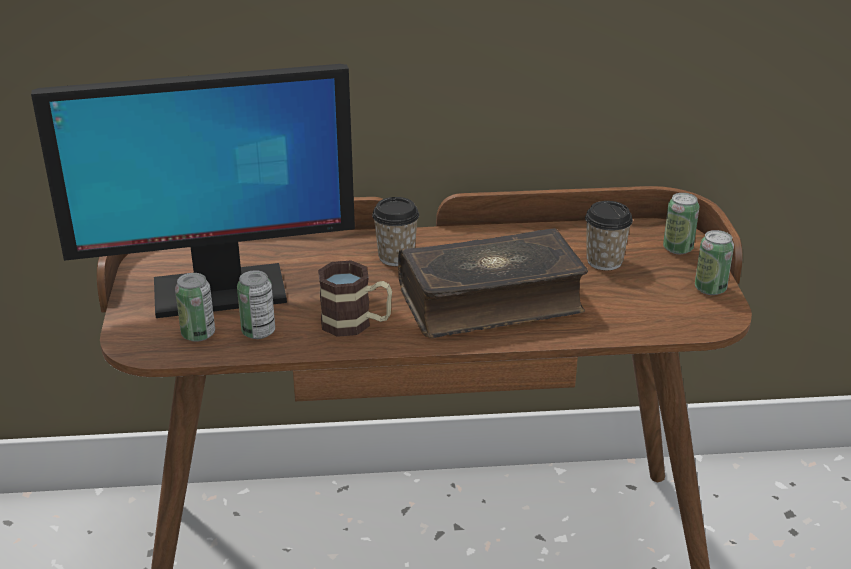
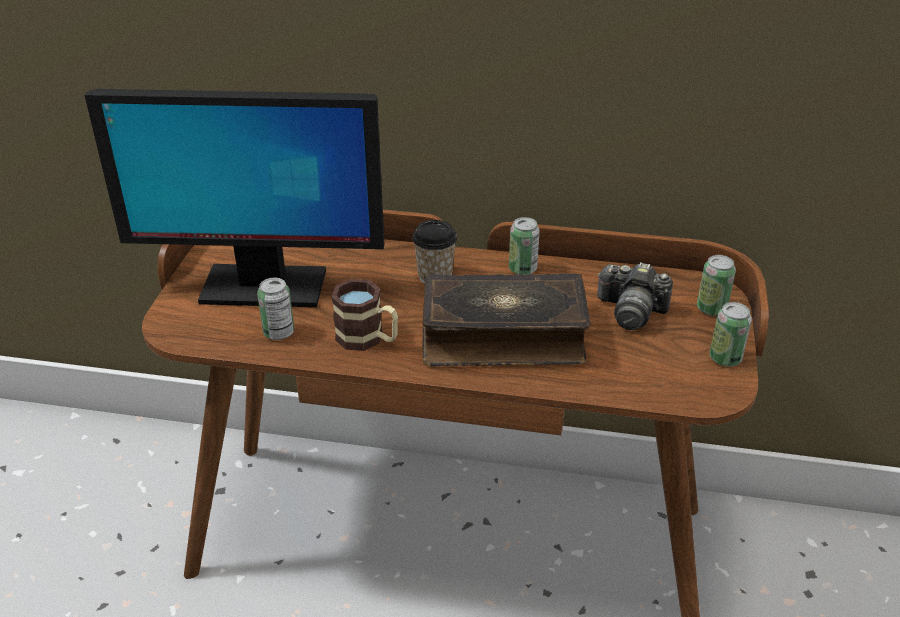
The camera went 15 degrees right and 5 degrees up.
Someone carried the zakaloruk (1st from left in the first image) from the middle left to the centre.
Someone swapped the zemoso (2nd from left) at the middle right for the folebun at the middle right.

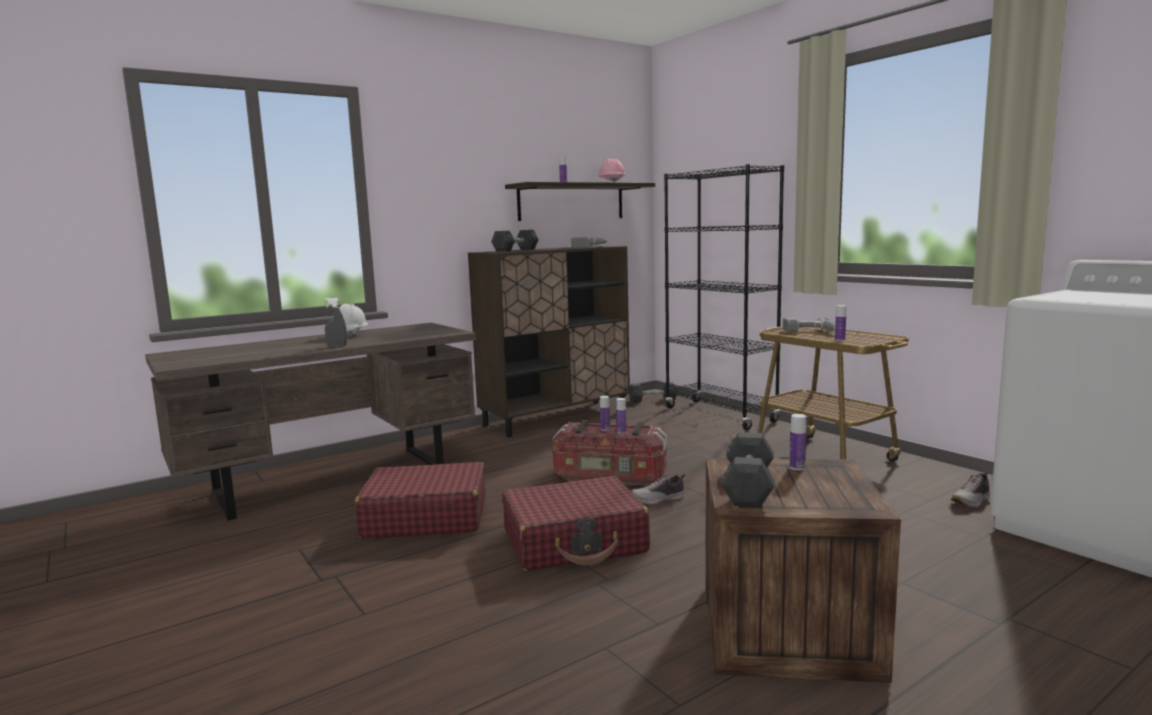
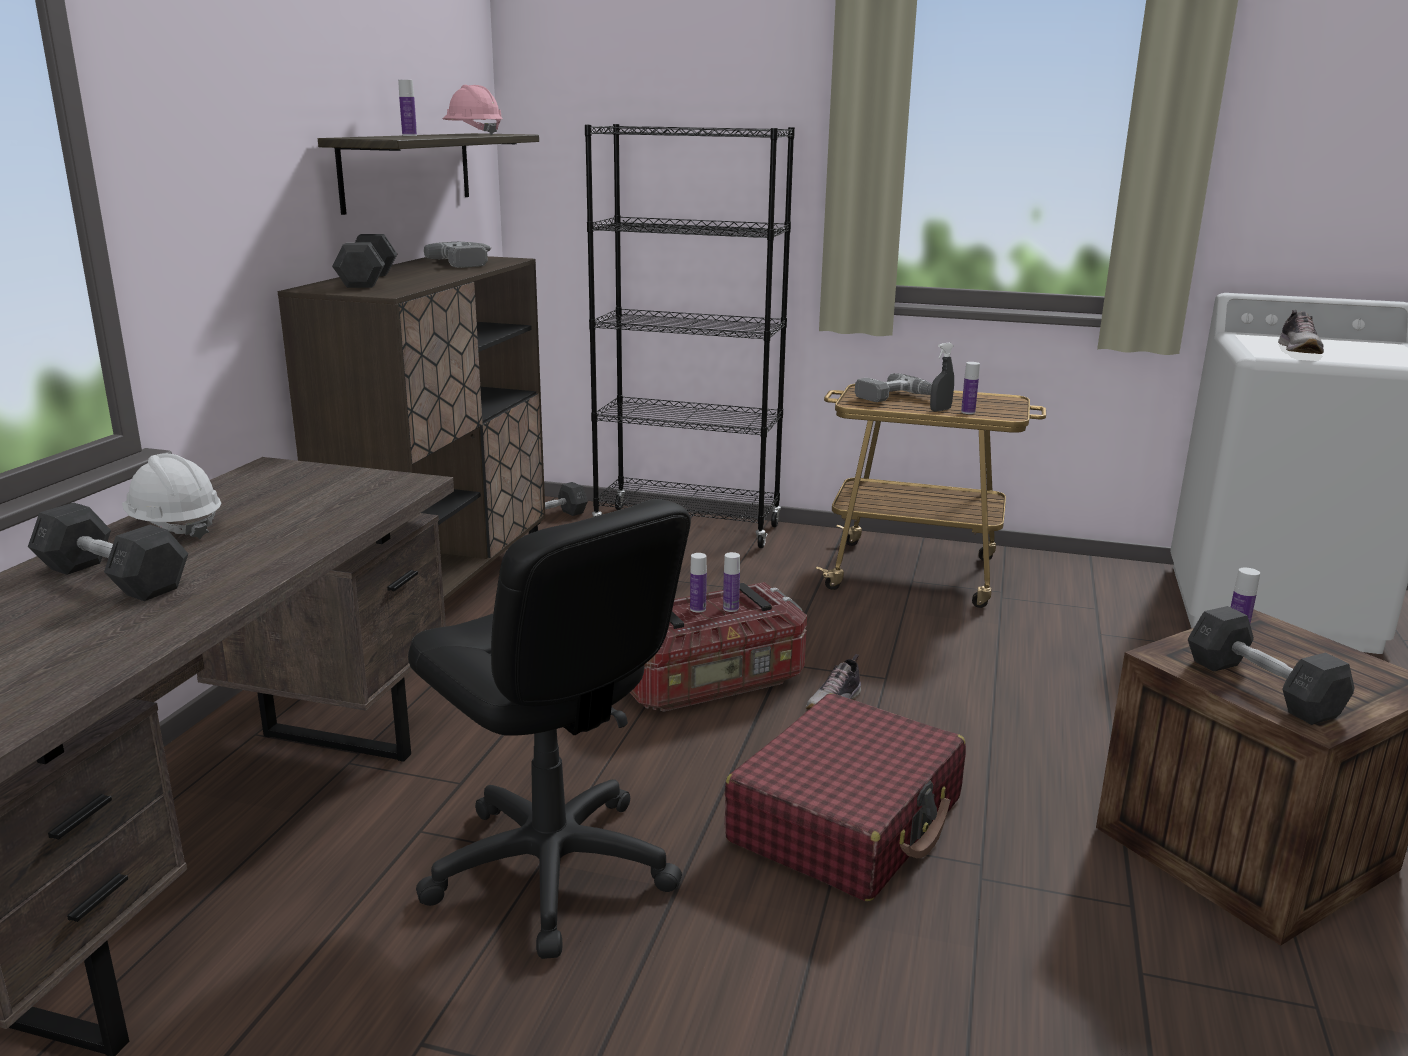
The camera went 40 degrees left and 10 degrees up.
Someone put down the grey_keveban (1st from left) at the middle left.
Someone swapped the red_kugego (1st from left) at the bottom centre for the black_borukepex at the bottom centre.
Someone carried the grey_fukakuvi from the middle left to the middle right.
Someone carried the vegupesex (2nd from left) from the bottom right to the top right.

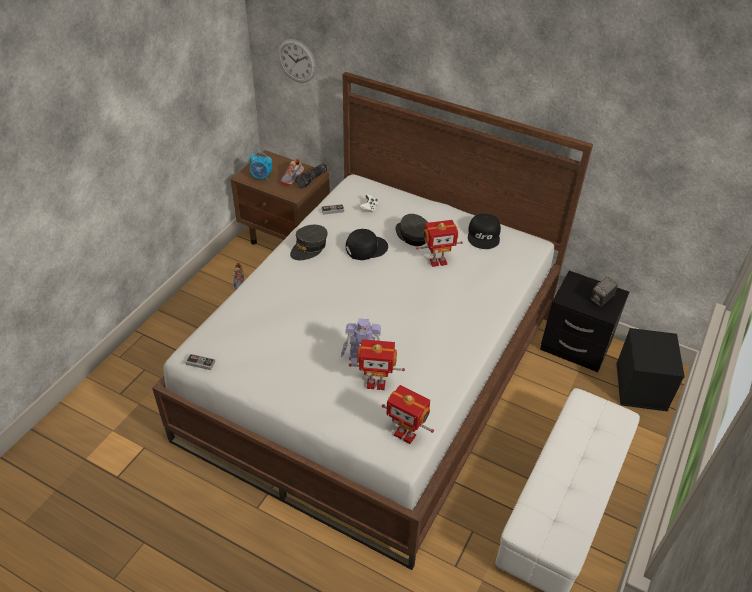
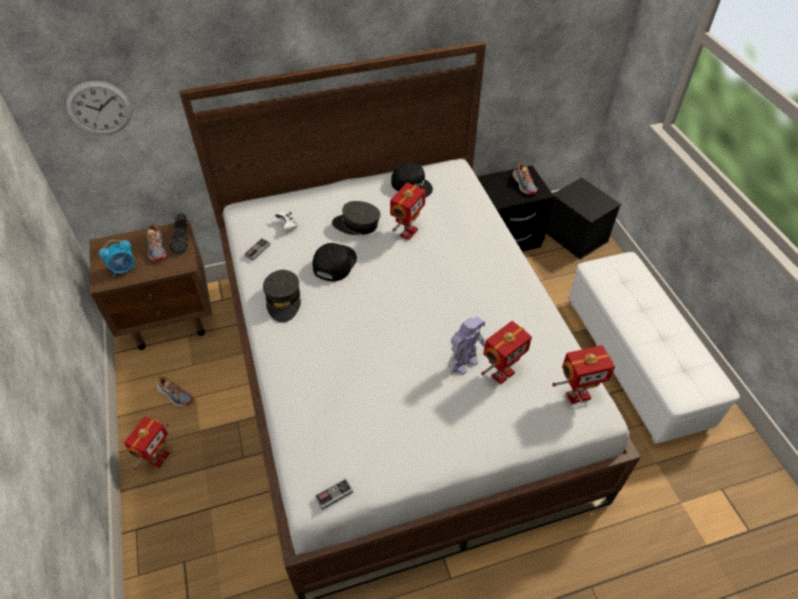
The camera went 45 degrees left and 5 degrees up.
Someone put down the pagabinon (1st from left) at the bottom left.
Someone swapped the folebun at the middle right for the vegupesex (3rd from left) at the top centre.

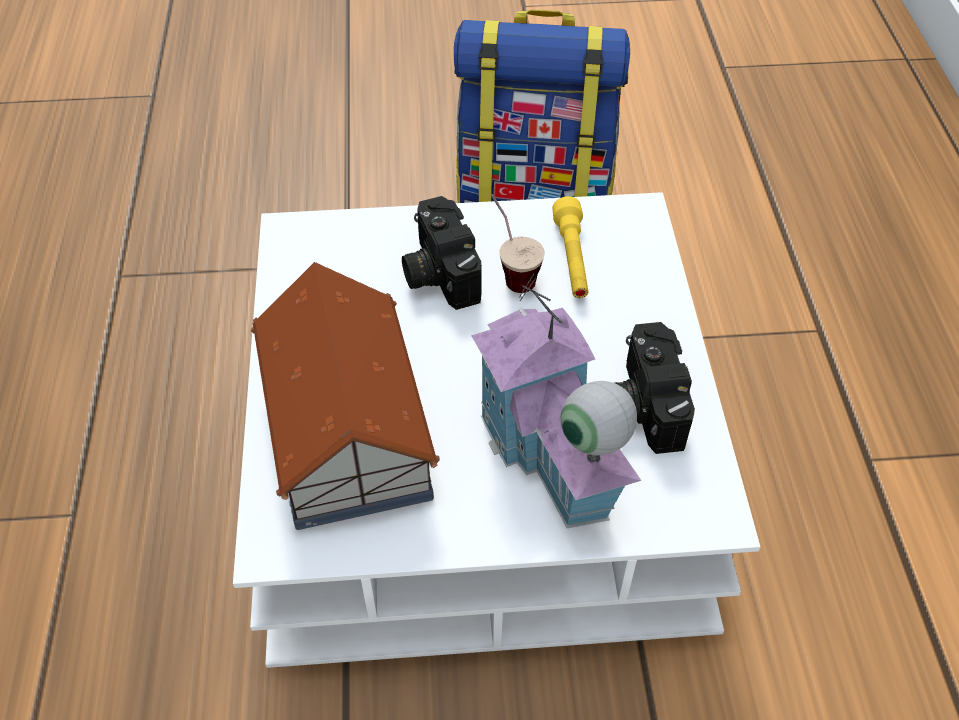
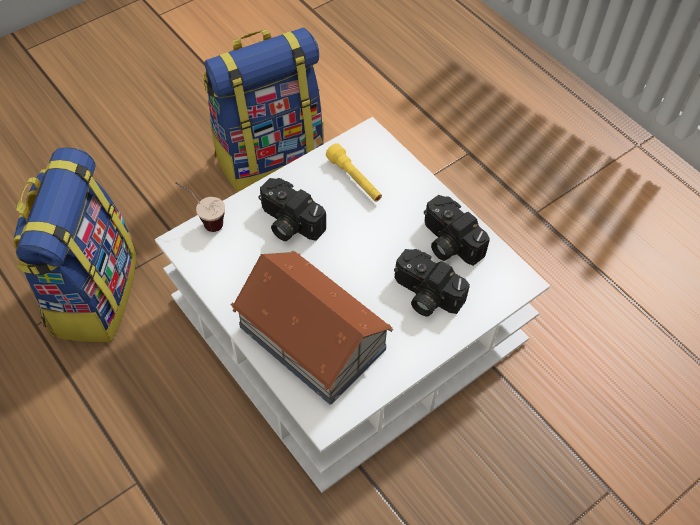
The camera went 35 degrees left and 5 degrees up.
Someone put down the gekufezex (1st from left) at the middle left.
Someone carried the zemoso from the centre to the middle left.
Someone swapped the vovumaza (2nd from left) at the centre for the folebun (2nd from left) at the centre.

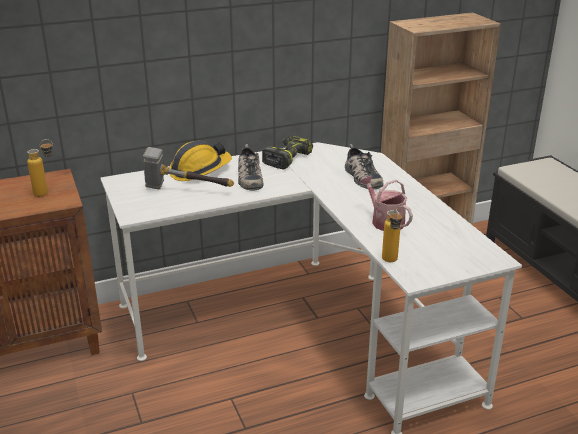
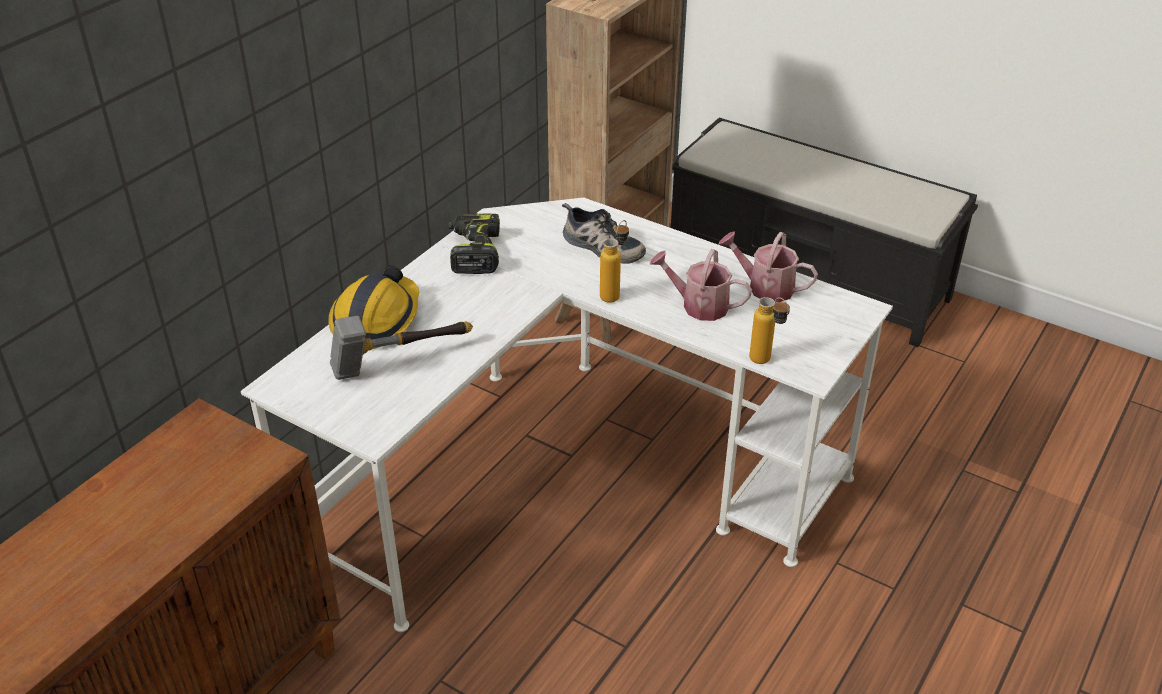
The camera went 35 degrees left and 10 degrees up.
Someone carried the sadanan (1st from left) from the middle left to the centre.
Someone put down the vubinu (2nd from left) at the centre.
Someone took away the vegupesex (1st from left) at the centre.

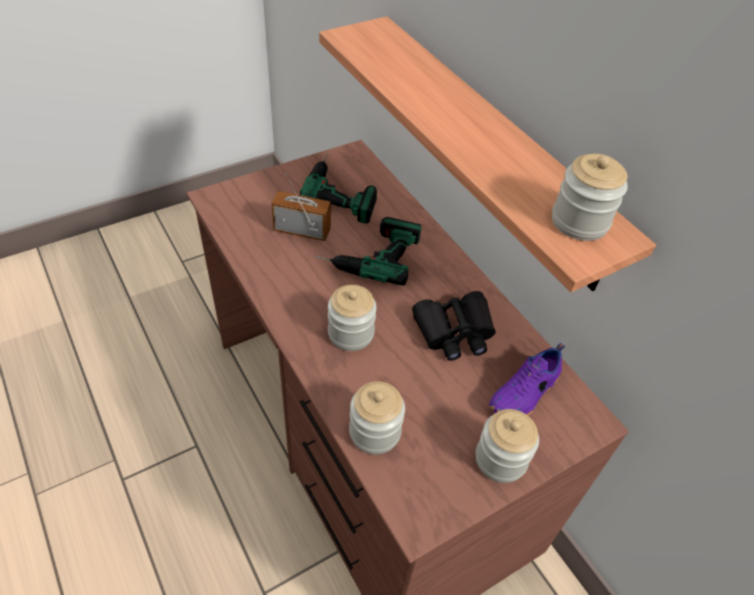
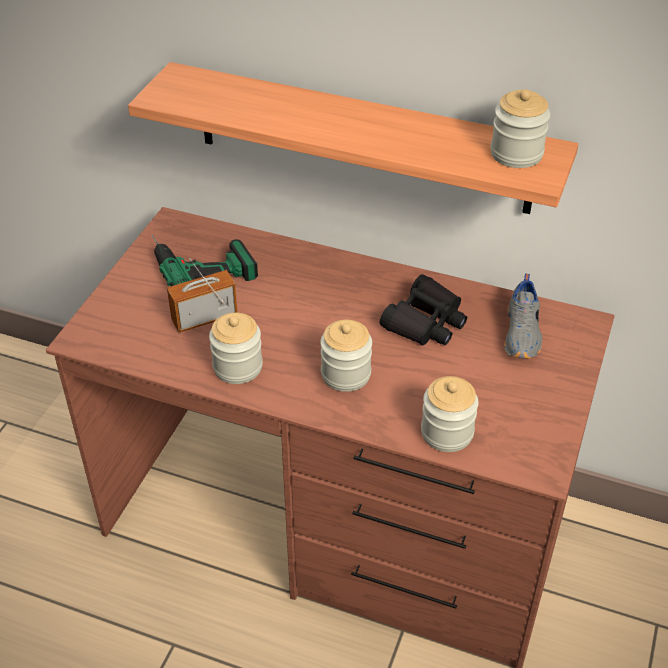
The camera went 35 degrees left and 5 degrees down.
Someone carried the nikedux (3rd from left in the first image) from the bottom right to the centre.
Someone repainted the purple_vegupesex at the middle right, which became the grey_vegupesex at the middle right.
Someone took away the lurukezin (2nd from left) at the centre.

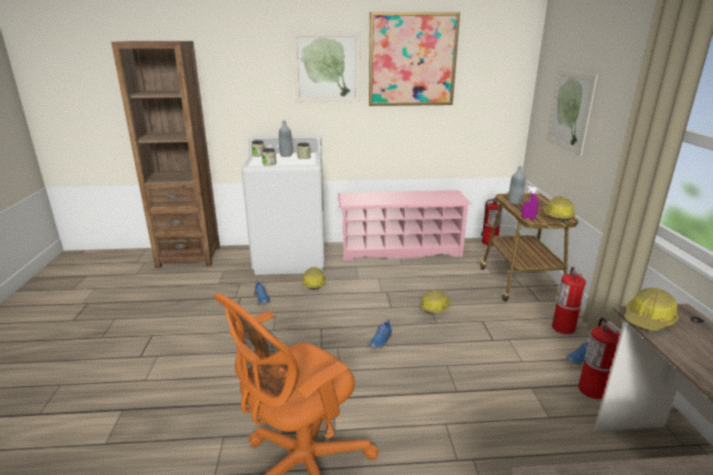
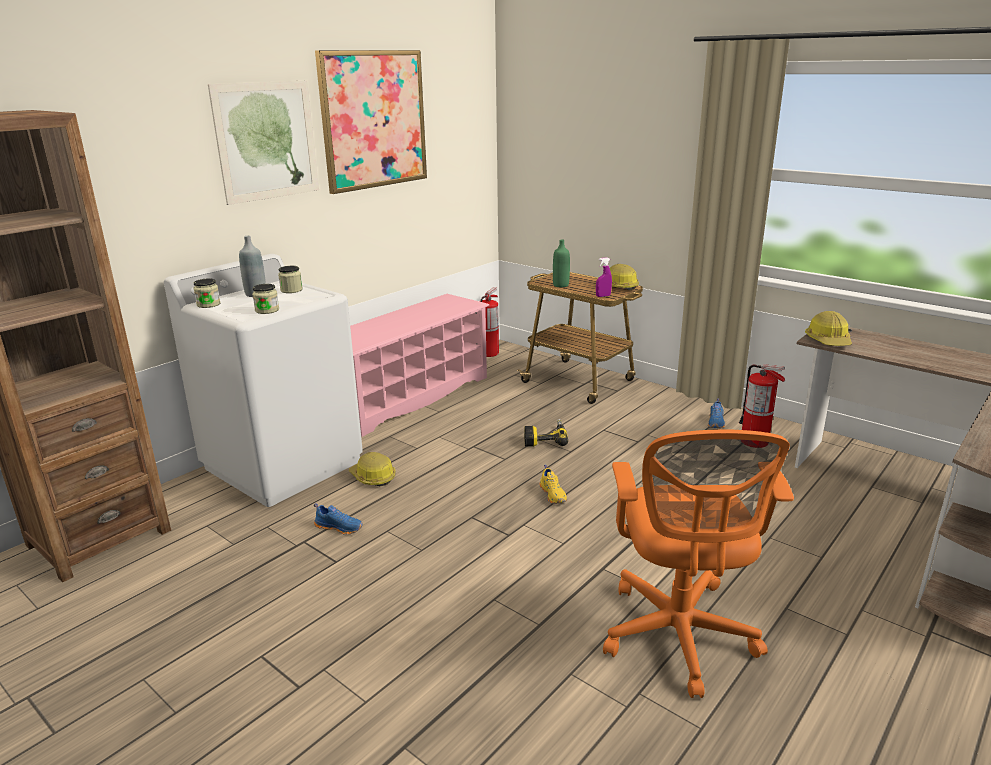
The camera went 45 degrees left and 0 degrees up.
Someone swapped the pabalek (2nd from left) at the centre for the lurukezin at the centre.
Someone repainted the blue_vegupesex (2nd from left) at the bottom centre, which became the yellow_vegupesex at the centre.
Someone repainted the grey_sadanan (2nd from left) at the middle right, which became the green_sadanan at the centre.
Someone took away the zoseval (3rd from left) at the top right.
Someone took away the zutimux (2nd from left) at the middle right.

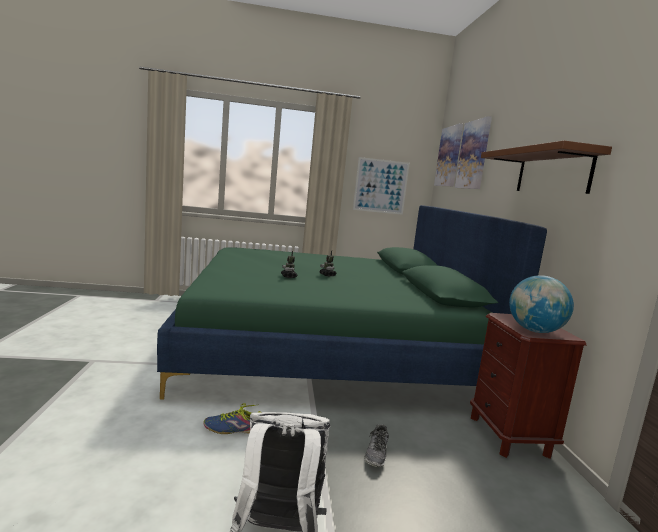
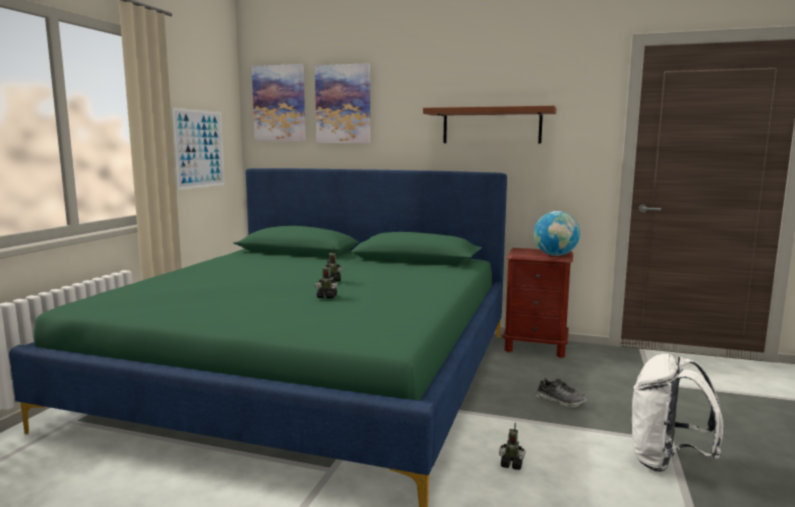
The camera went 65 degrees left and 0 degrees up.
Someone swapped the vegupesex (1st from left) at the bottom centre for the pagabinon (3rd from left) at the bottom centre.

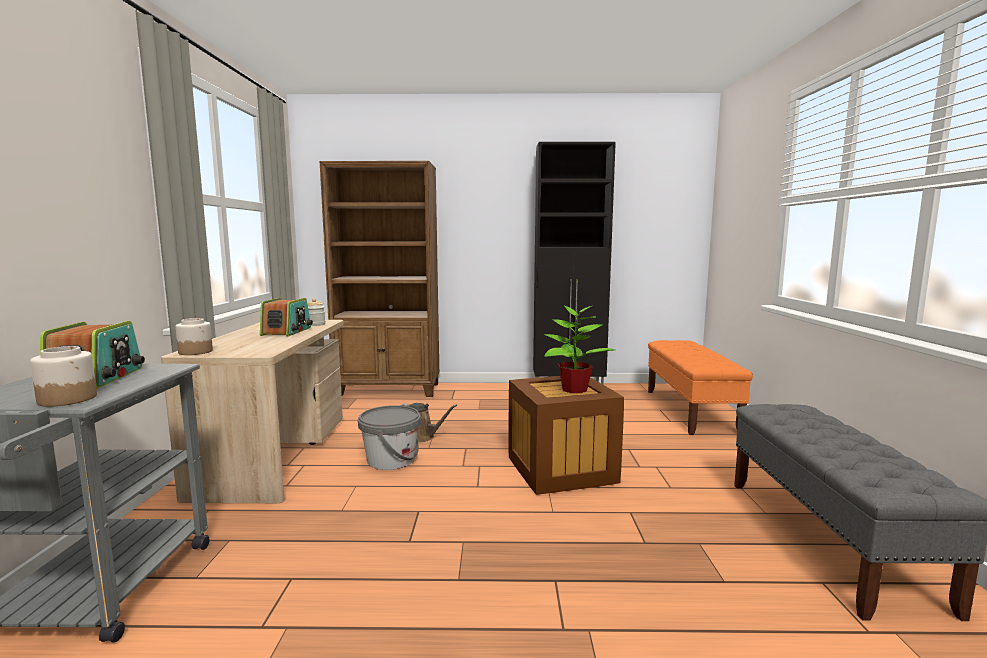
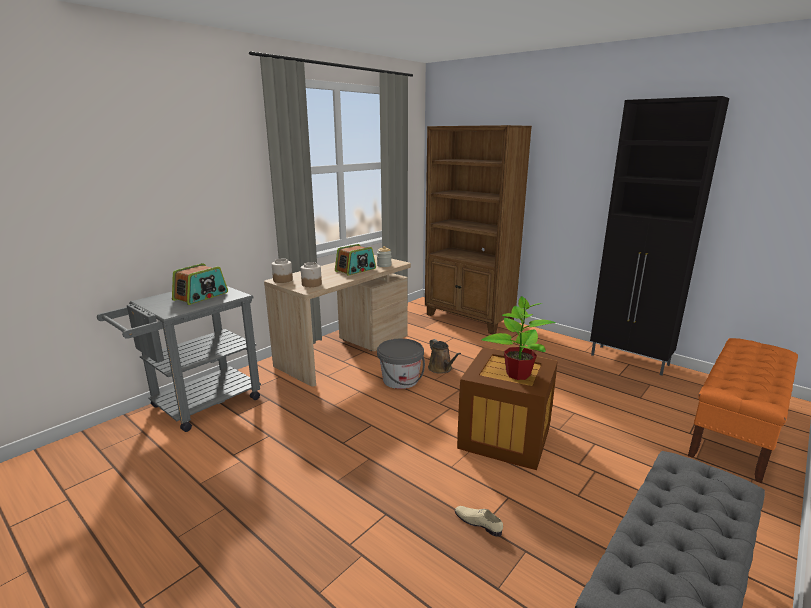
The camera went 40 degrees right and 10 degrees up.
Someone carried the nikedux (1st from left in the first image) from the middle left to the centre.
Someone put down the beige_vegupesex at the bottom centre.

